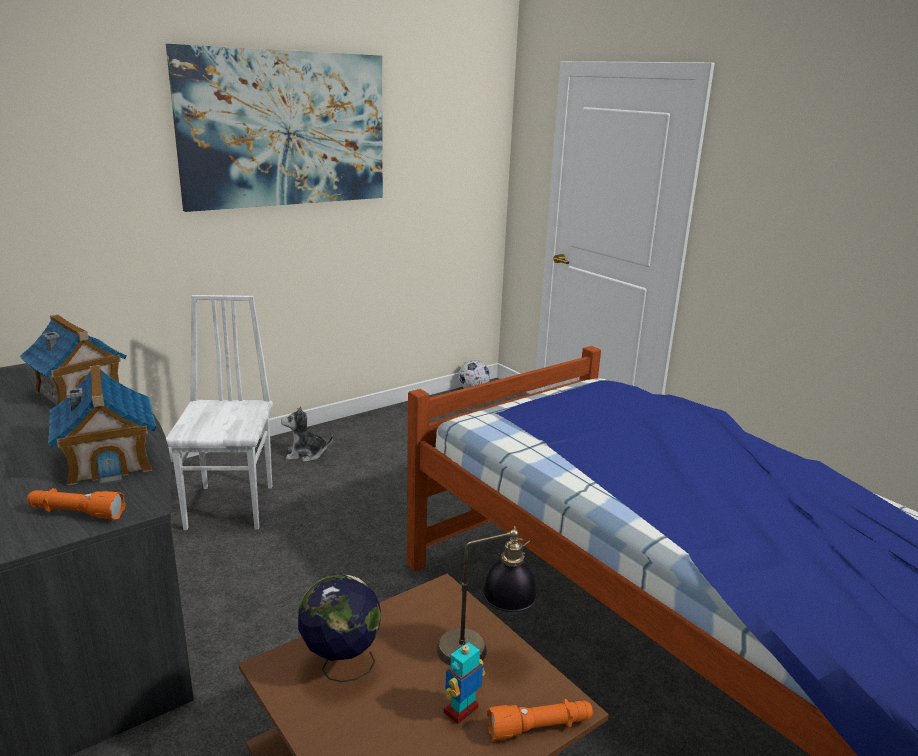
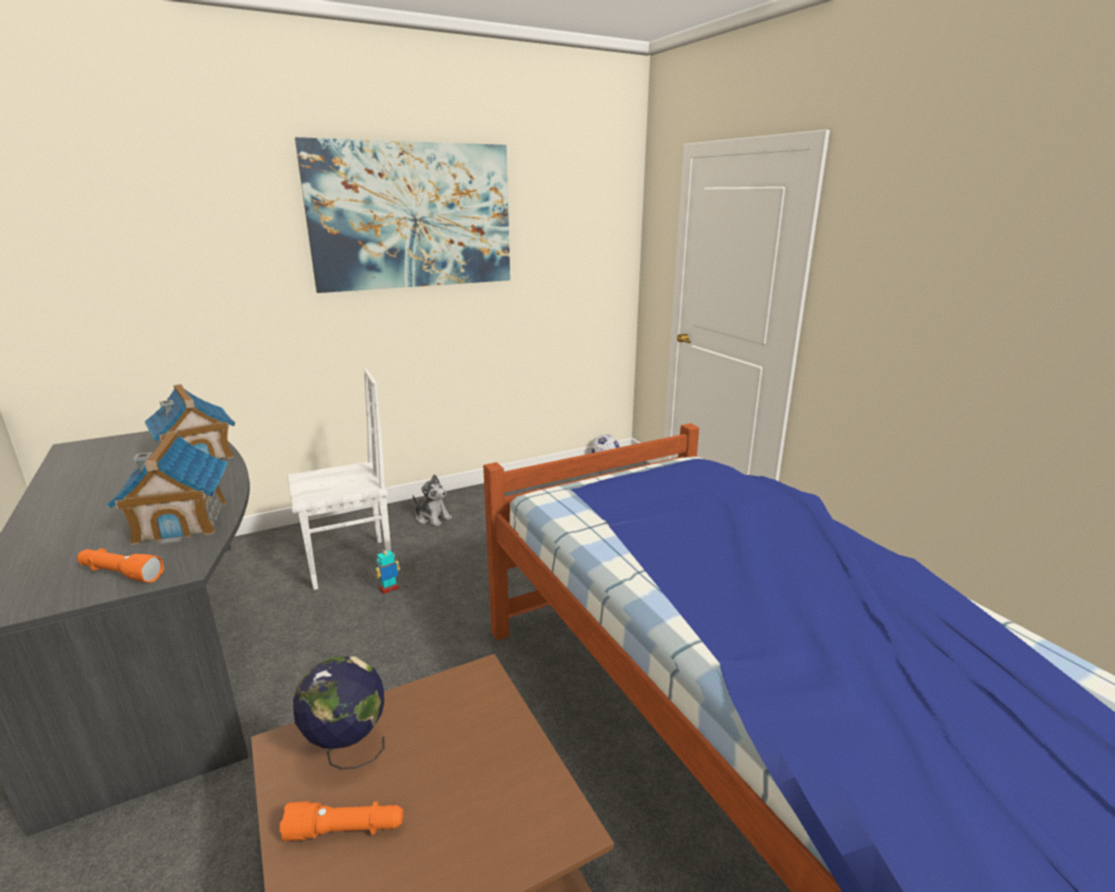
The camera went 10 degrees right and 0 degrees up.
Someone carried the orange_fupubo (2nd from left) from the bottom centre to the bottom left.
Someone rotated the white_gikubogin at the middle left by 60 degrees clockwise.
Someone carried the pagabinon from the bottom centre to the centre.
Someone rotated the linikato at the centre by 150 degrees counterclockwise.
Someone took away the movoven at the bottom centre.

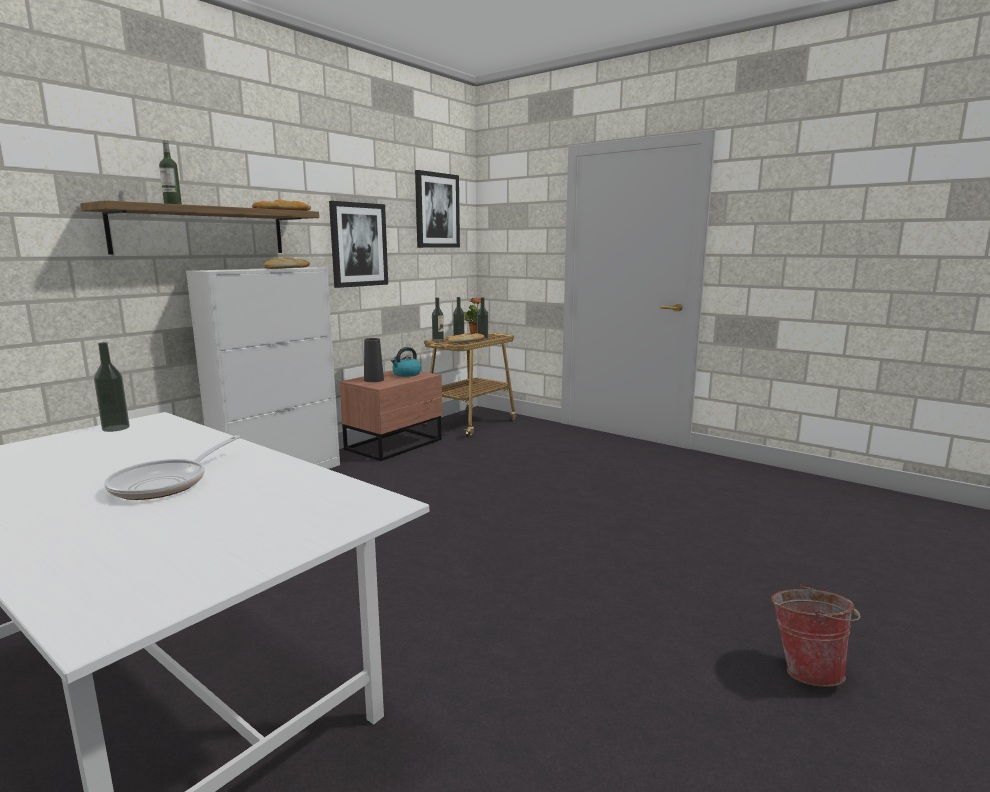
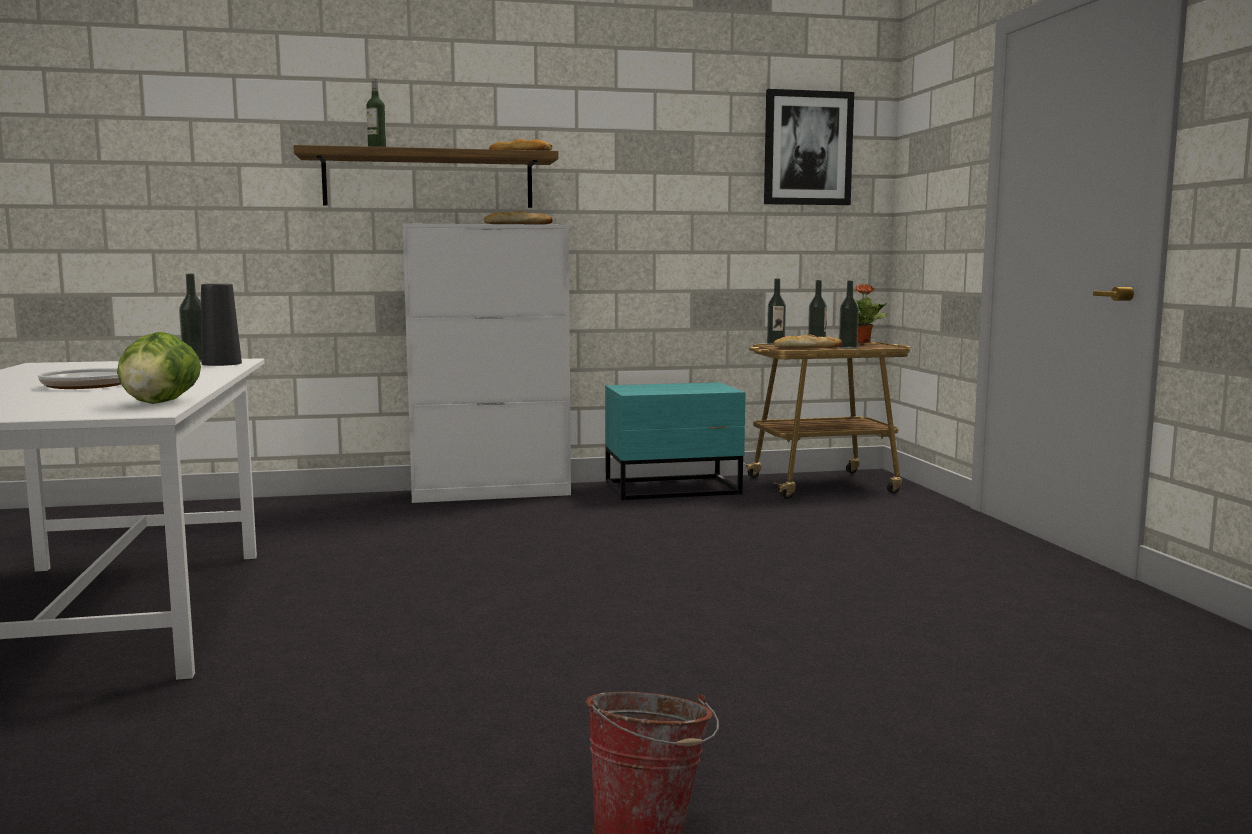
The camera went 40 degrees right and 5 degrees down.
Someone put down the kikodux at the middle left.
Someone carried the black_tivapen from the centre to the middle left.
Someone repainted the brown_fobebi at the centre, which became the turquoise_fobebi at the centre.
Someone took away the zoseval (1st from left) at the top centre.
Someone took away the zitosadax at the centre.

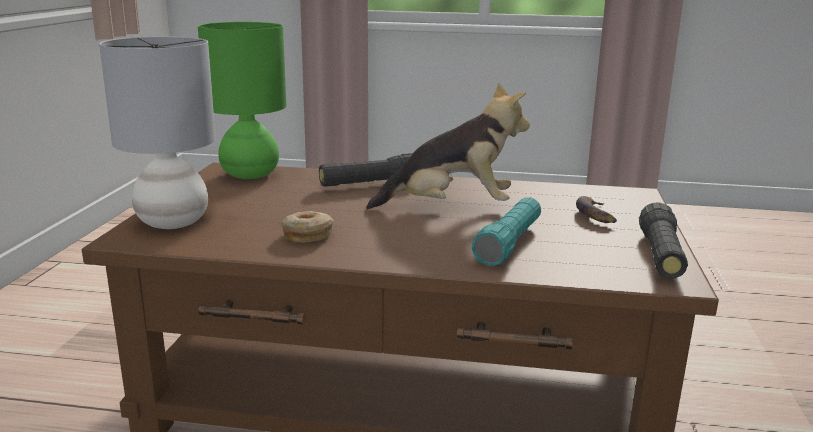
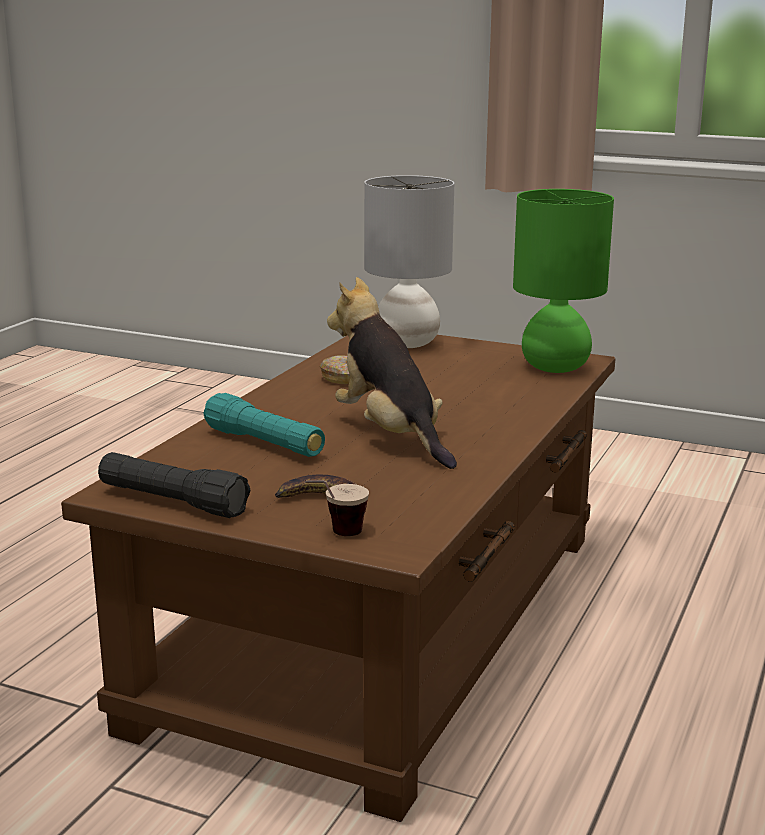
The camera went 105 degrees right and 0 degrees up.
Someone put down the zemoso at the centre.
Someone rotated the linikato at the centre by 135 degrees clockwise.
Someone took away the black_fupubo (1st from left) at the centre.

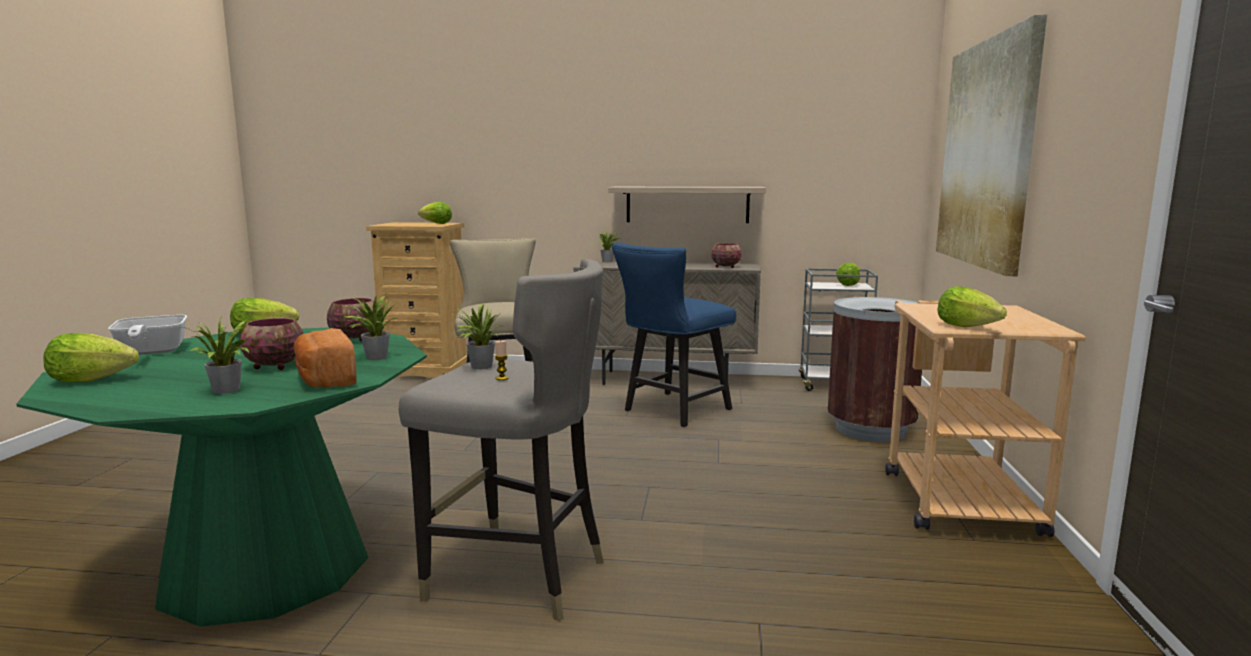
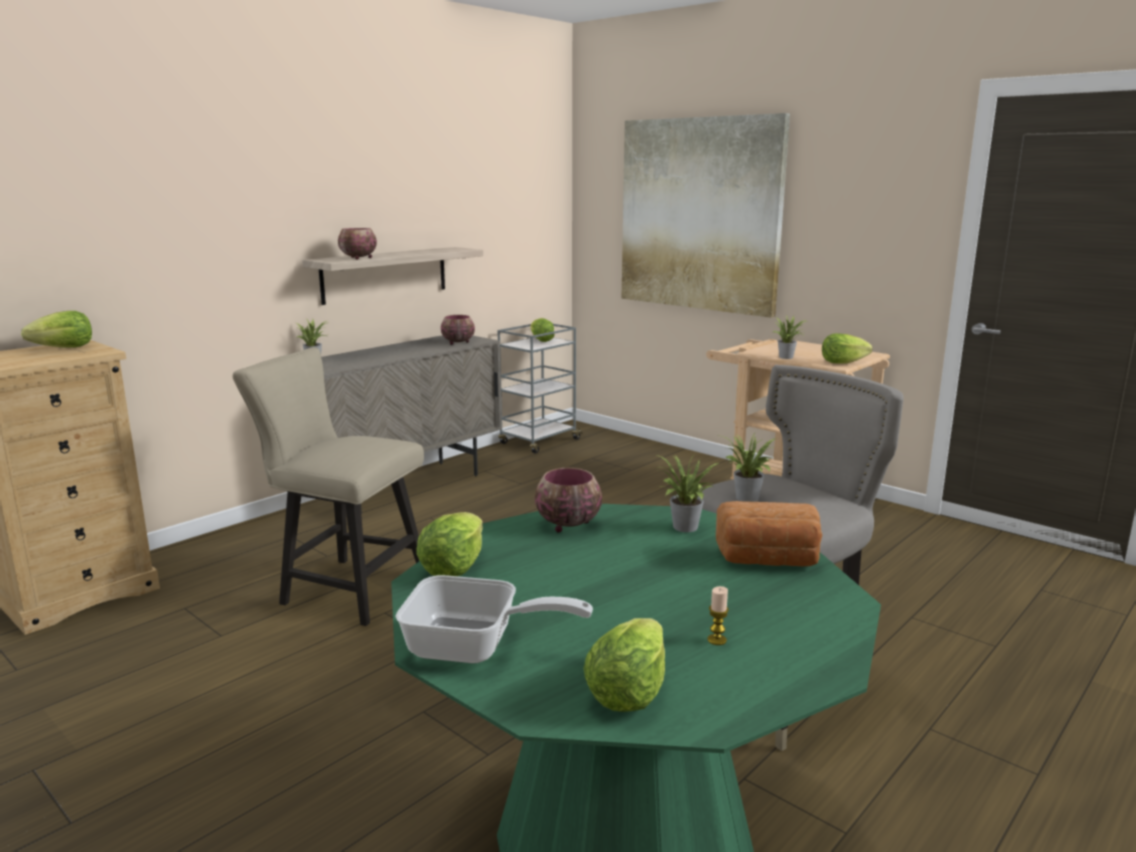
The camera went 55 degrees left and 5 degrees up.
Someone carried the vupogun (1st from left) from the middle left to the top left.
Someone carried the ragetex from the centre to the bottom centre.
Someone carried the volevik (1st from left in the first image) from the middle left to the middle right.
Someone took away the blue_gikubogin at the centre.
Someone took away the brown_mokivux at the middle right.

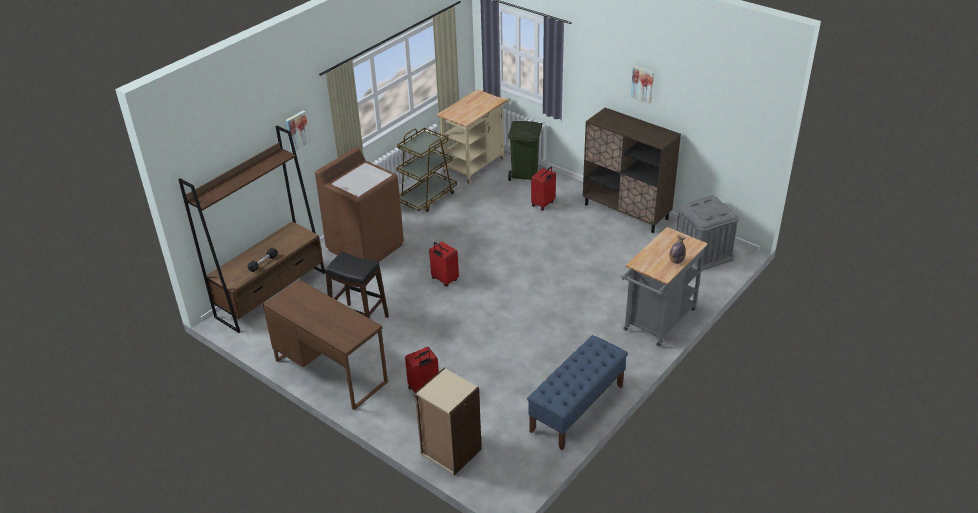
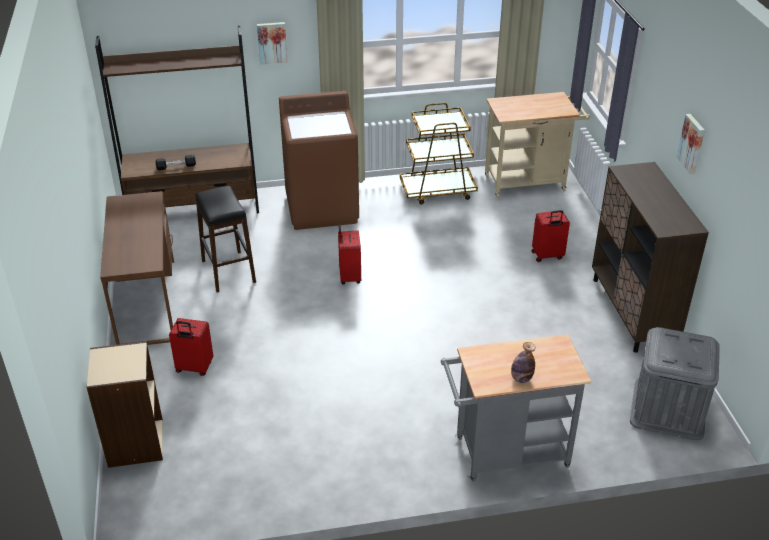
The camera went 40 degrees right and 0 degrees up.
Someone took away the green_mokivux at the top centre.
Someone took away the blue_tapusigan at the bottom centre.

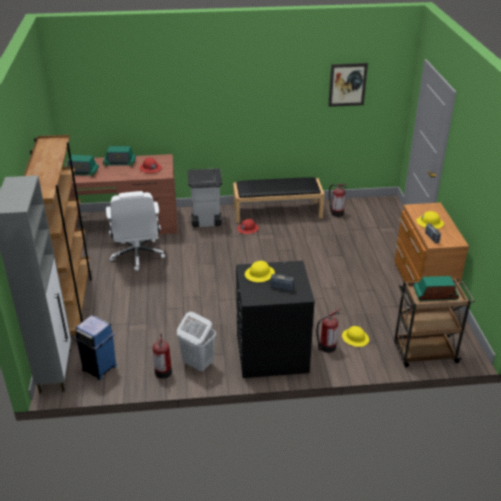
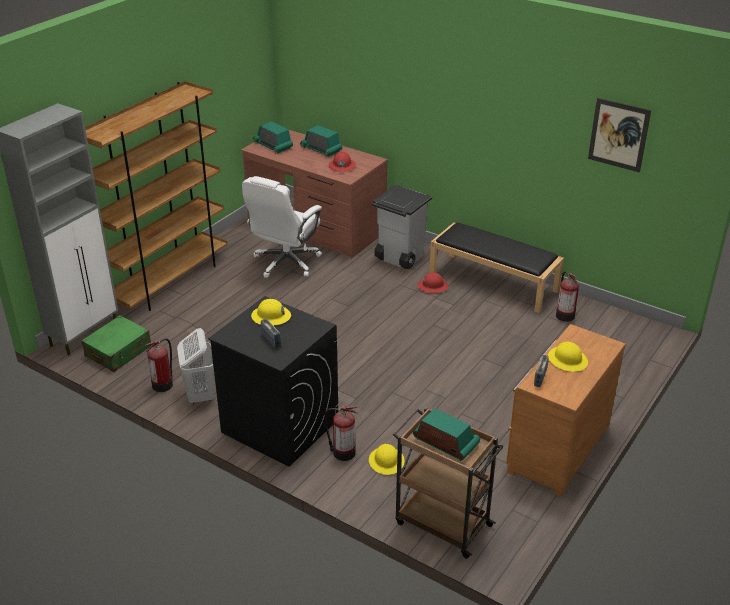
The camera went 40 degrees right and 0 degrees up.
Someone swapped the blue_mokivux at the bottom left for the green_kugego at the middle left.

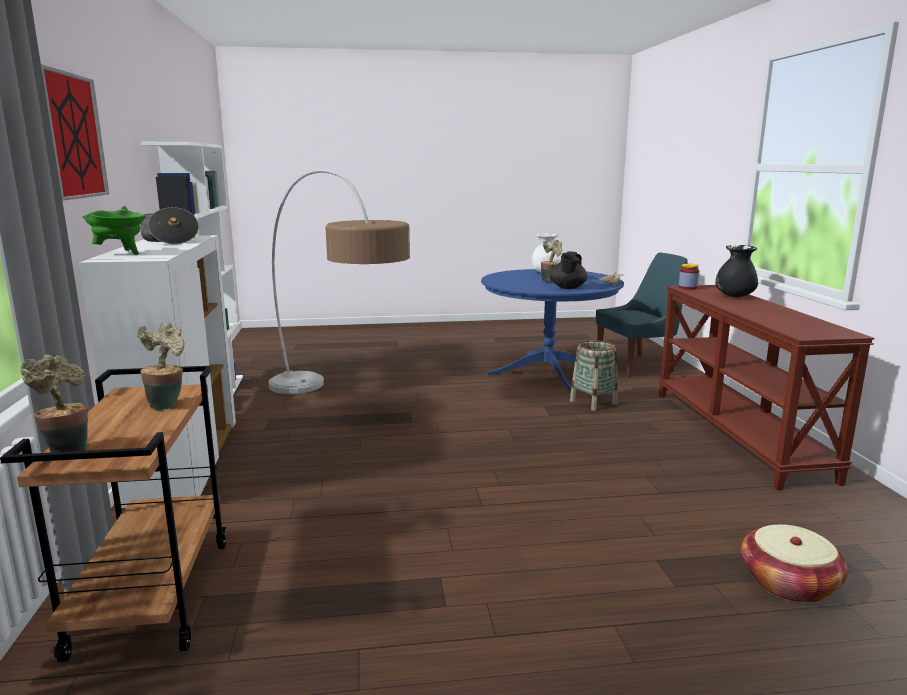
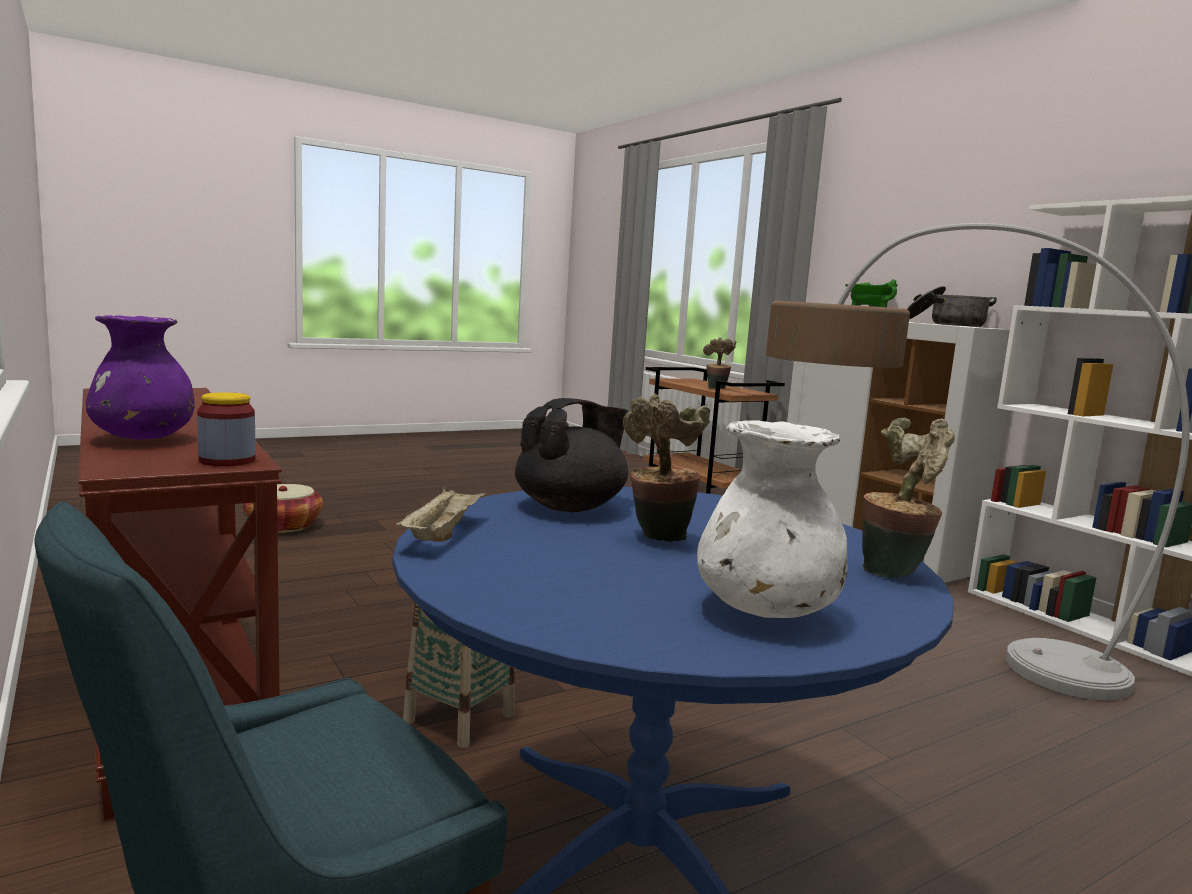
The camera went 155 degrees right and 5 degrees down.
Someone repainted the black_tivapen at the middle right, which became the purple_tivapen at the middle left.
Someone rotated the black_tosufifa at the centre by 60 degrees clockwise.
Someone carried the volevik (1st from left in the first image) from the middle left to the middle right.
Someone took away the zoseval at the top left.

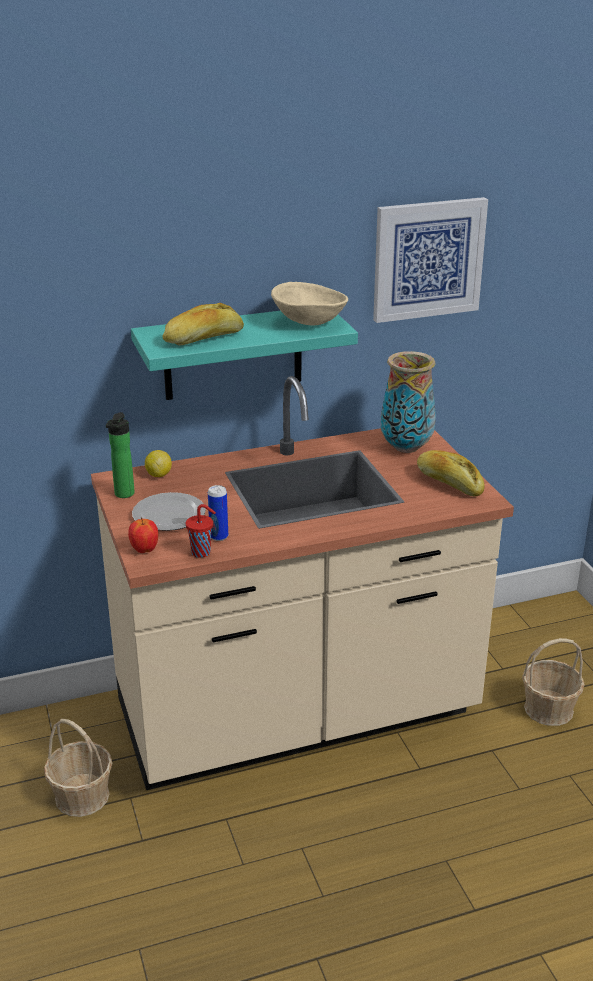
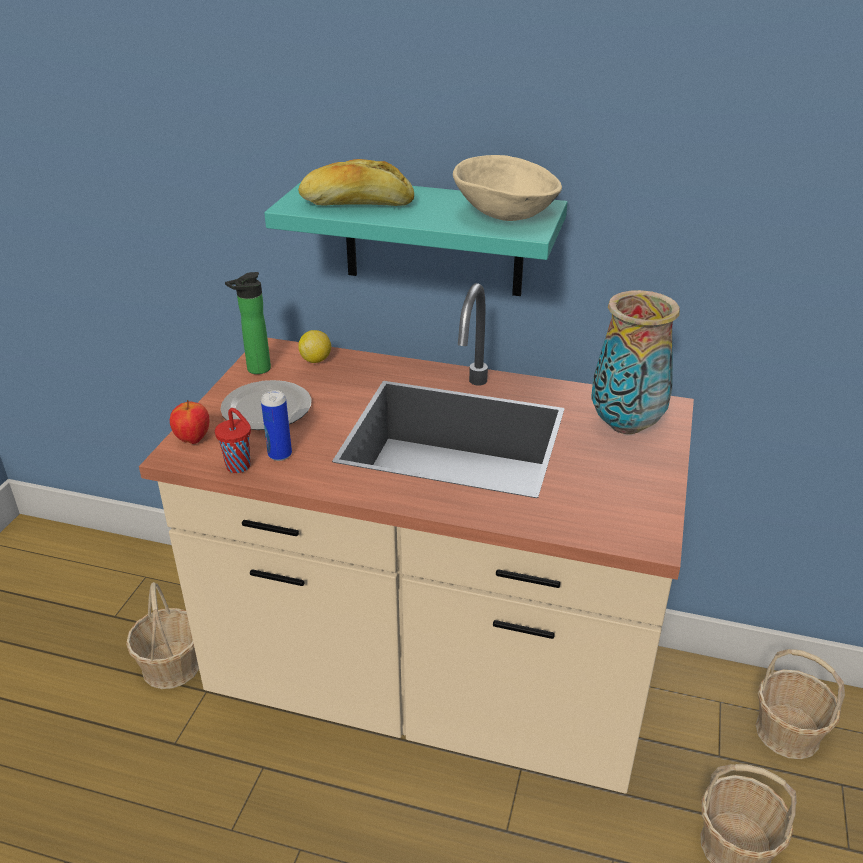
The camera went 35 degrees right and 5 degrees up.
Someone put down the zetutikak (3rd from left) at the bottom right.
Someone took away the zoseval at the top right.
Someone took away the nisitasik (2nd from left) at the middle right.

